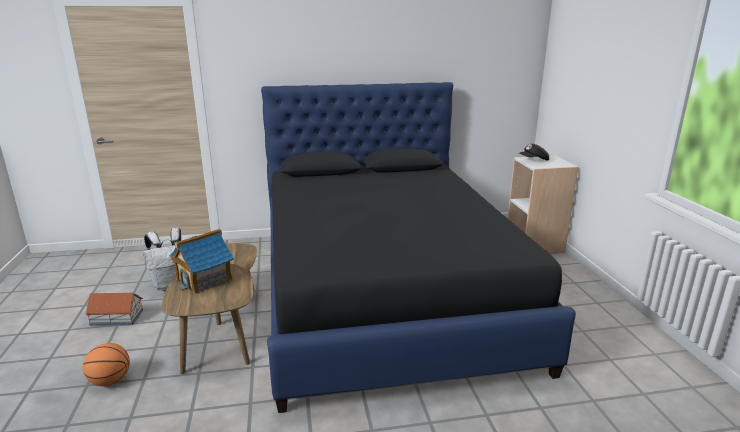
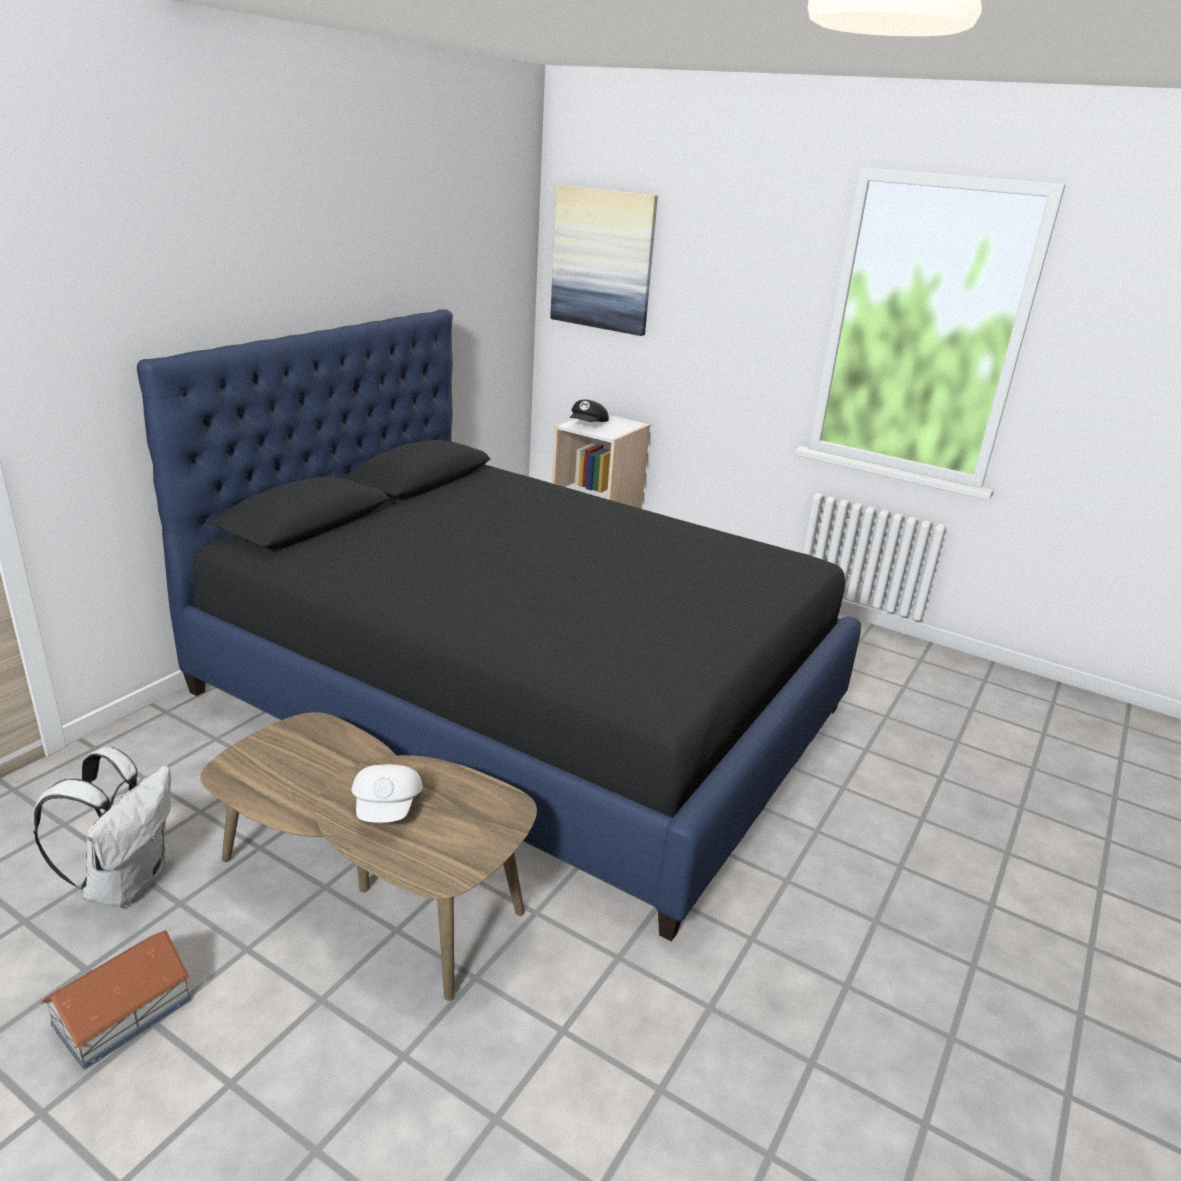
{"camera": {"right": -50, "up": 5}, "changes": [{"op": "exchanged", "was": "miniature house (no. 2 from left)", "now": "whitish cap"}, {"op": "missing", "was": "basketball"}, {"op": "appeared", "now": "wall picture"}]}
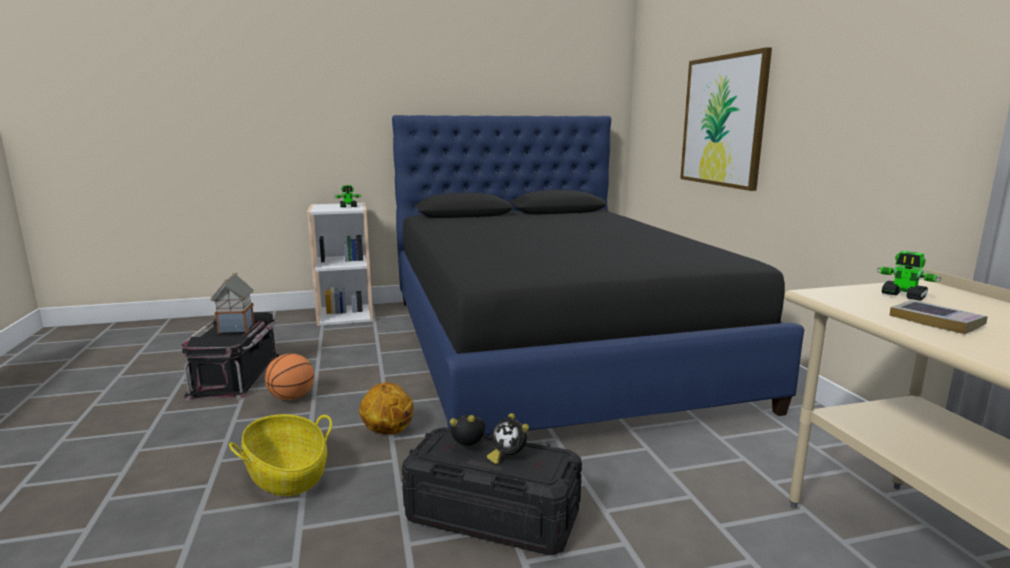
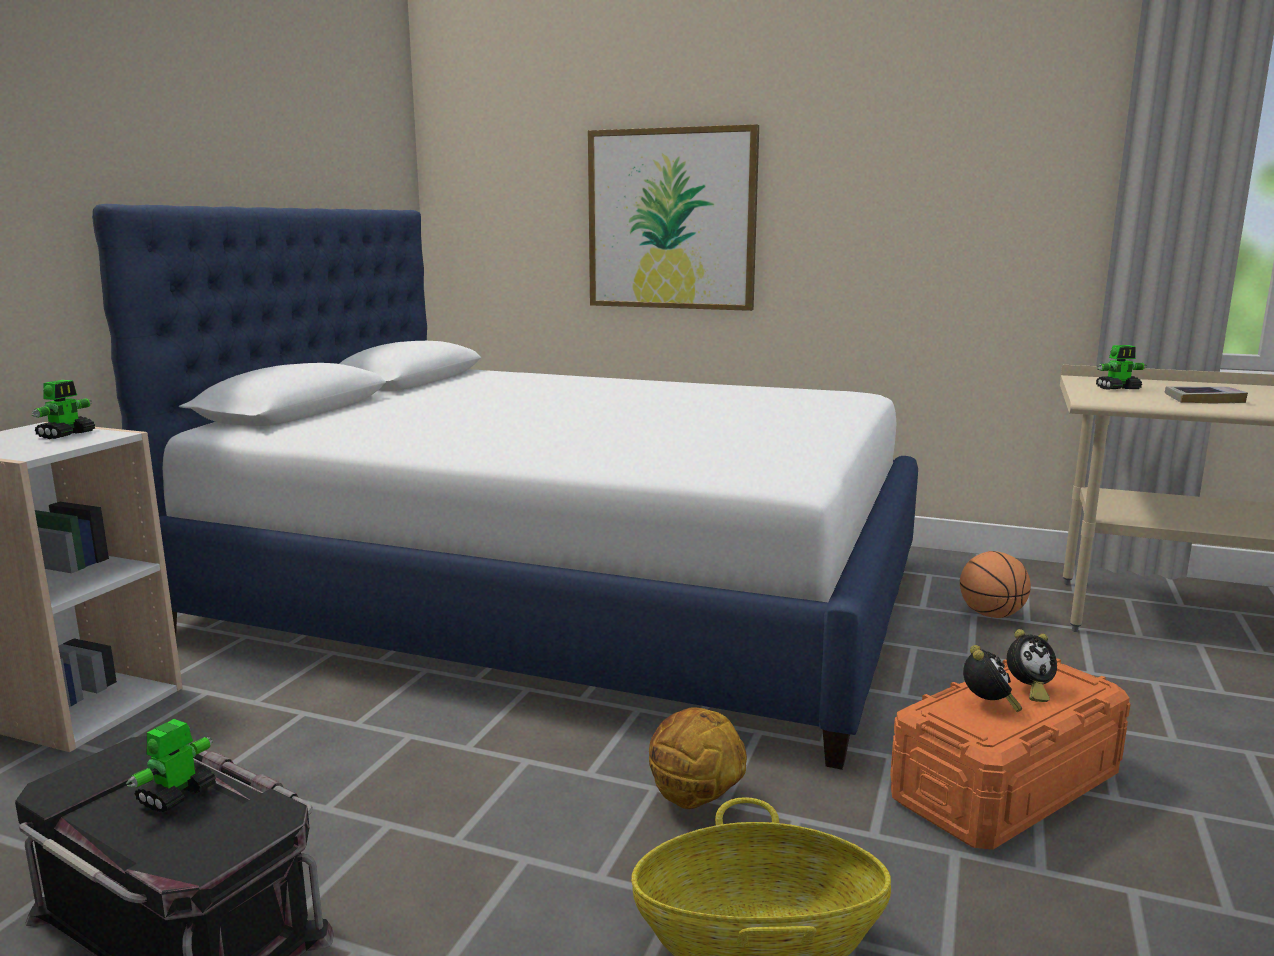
{"camera": {"right": -55, "up": 0}, "changes": [{"op": "colour", "was": "black bed", "now": "whitish bed"}, {"op": "exchanged", "was": "miniature house", "now": "model robot (no. 2 from left)"}, {"op": "relocated", "was": "basketball (no. 1 from left in the first image)", "now": "basketball (no. 2 from left)"}, {"op": "spun", "was": "table clock (no. 1 from left)", "clockwise": 150}, {"op": "colour", "was": "black storage box (no. 2 from left)", "now": "orange storage box"}]}
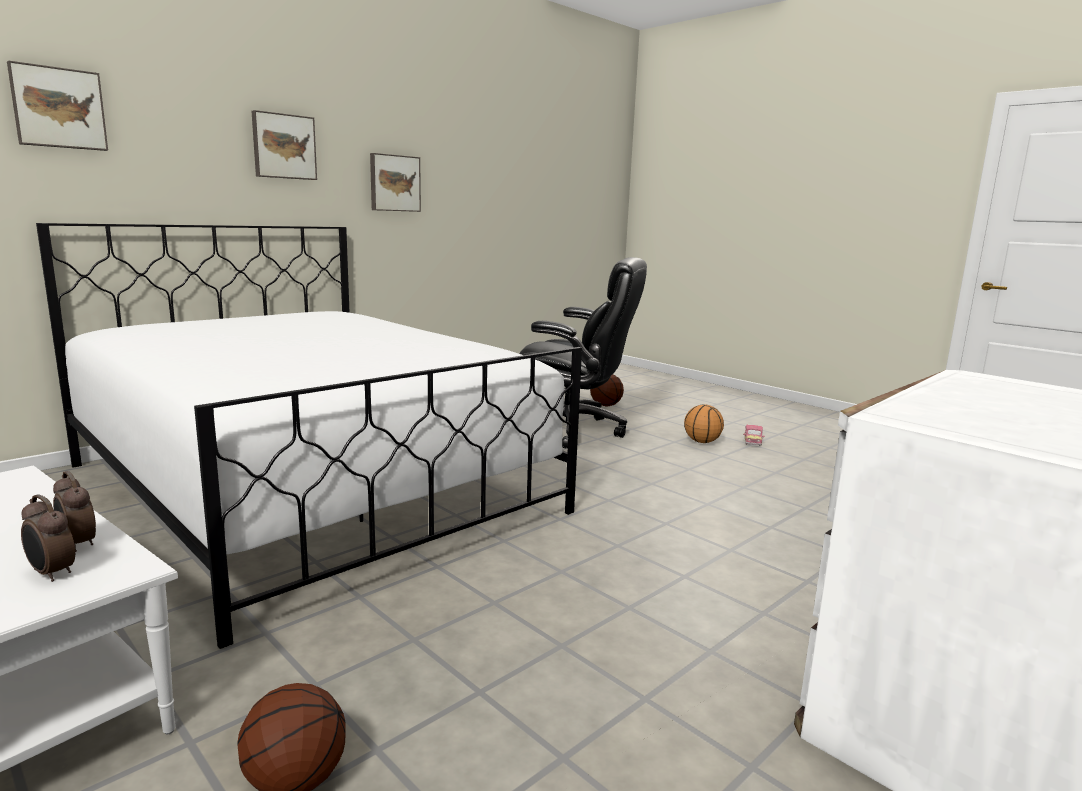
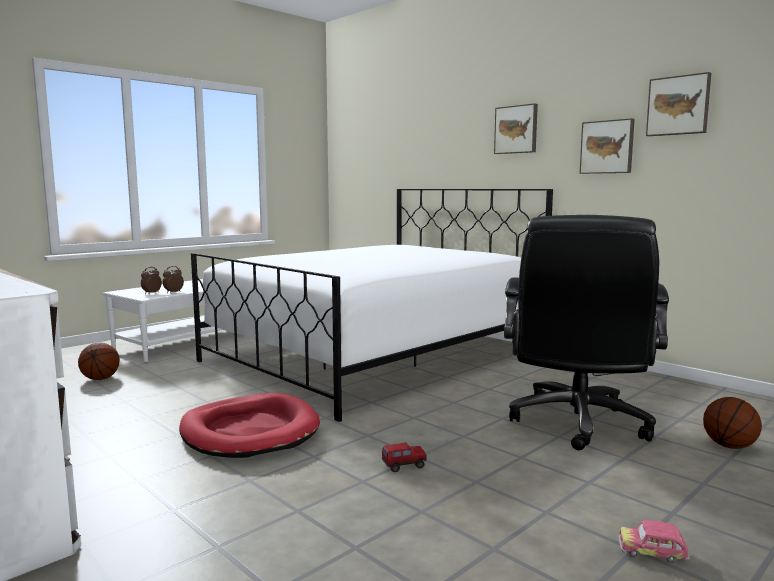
{"camera": {"right": 90, "up": -5}, "changes": [{"op": "relocated", "was": "wall picture (no. 1 from left in the first image)", "now": "wall picture (no. 3 from left)"}, {"op": "missing", "was": "basketball (no. 3 from left)"}, {"op": "appeared", "now": "red-coloured dog cushion"}, {"op": "appeared", "now": "model truck"}]}
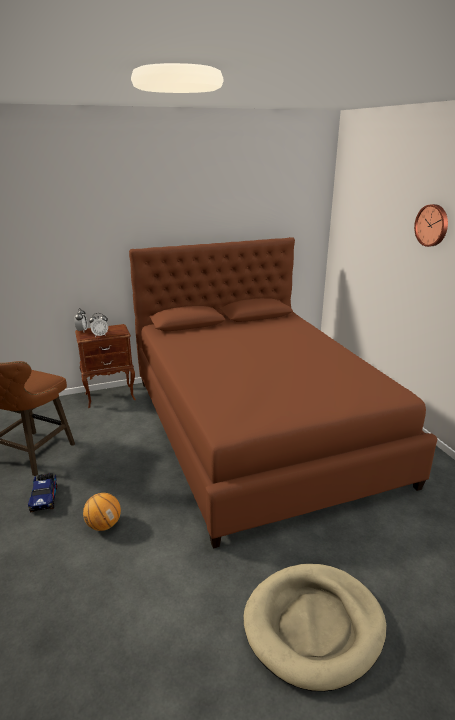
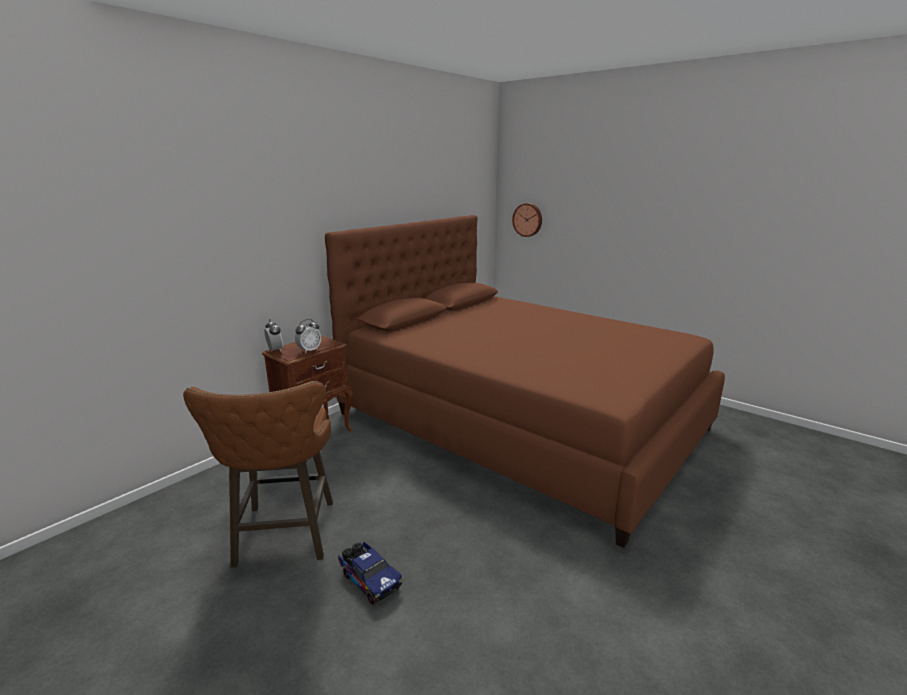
{"camera": {"right": -30, "up": -5}, "changes": [{"op": "relocated", "was": "wall clock"}, {"op": "missing", "was": "basketball"}, {"op": "missing", "was": "beige dog cushion"}]}
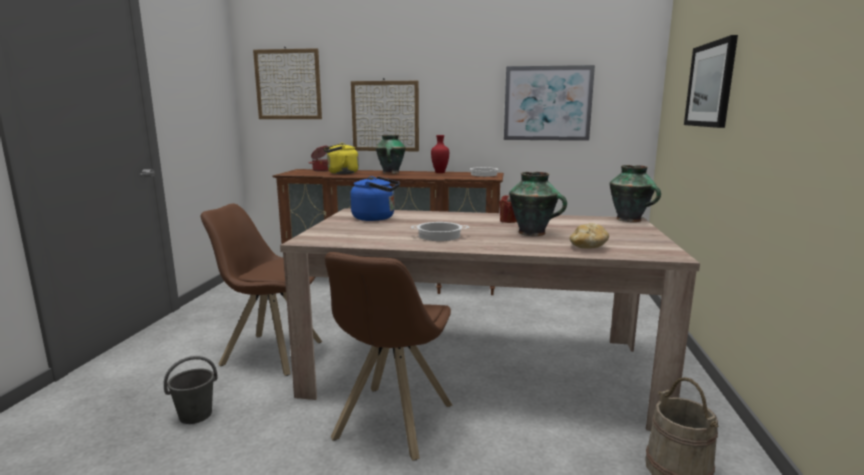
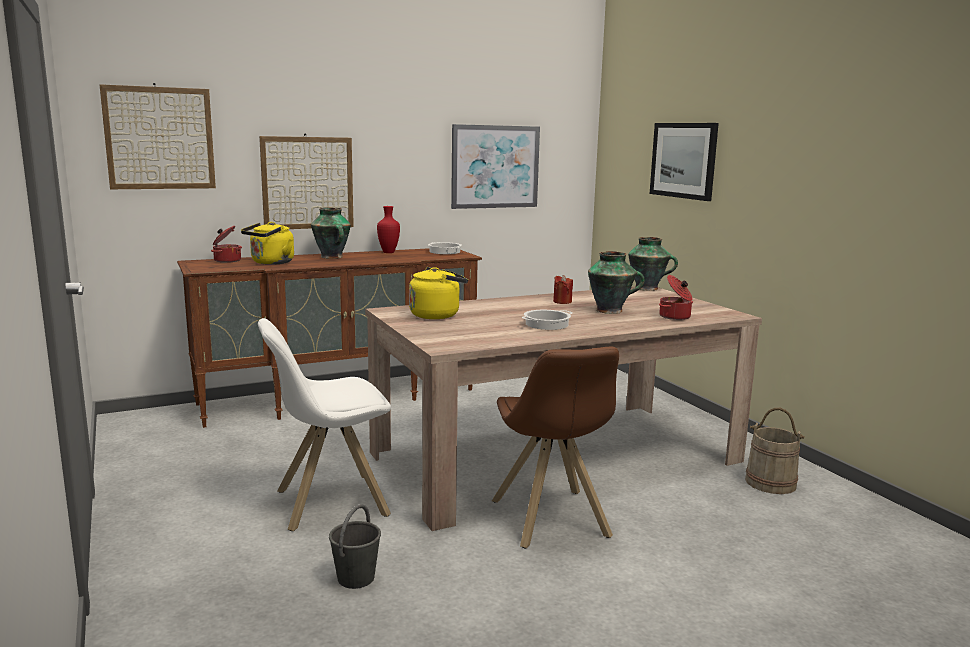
{"camera": {"right": -35, "up": 0}, "changes": [{"op": "colour", "was": "blue kettle", "now": "yellowish kettle (no. 2 from left)"}, {"op": "colour", "was": "brown-coloured plain chair (no. 1 from left)", "now": "whitish plain chair"}, {"op": "exchanged", "was": "bread", "now": "cooking pot (no. 4 from left)"}]}
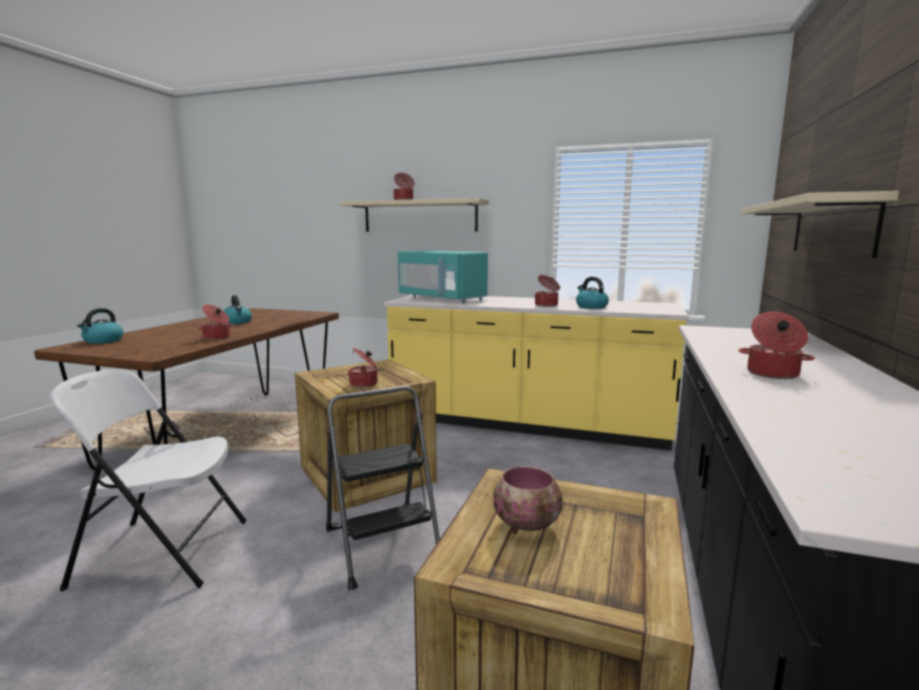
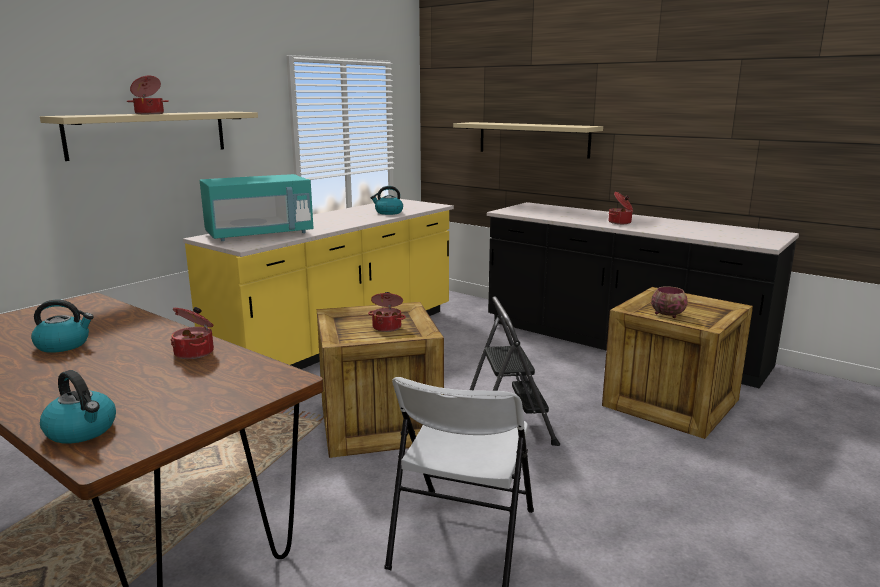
{"camera": {"right": -70, "up": 5}, "changes": [{"op": "missing", "was": "cooking pot (no. 4 from left)"}]}
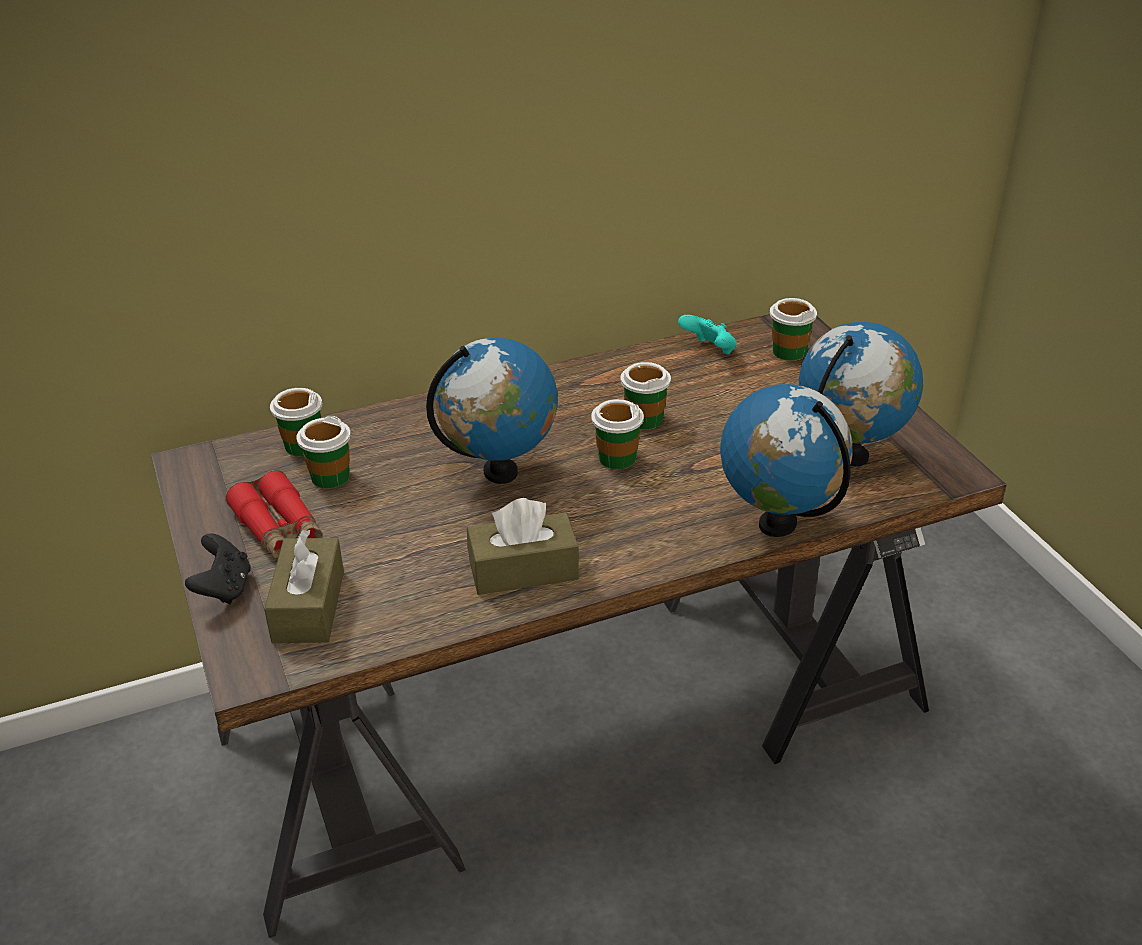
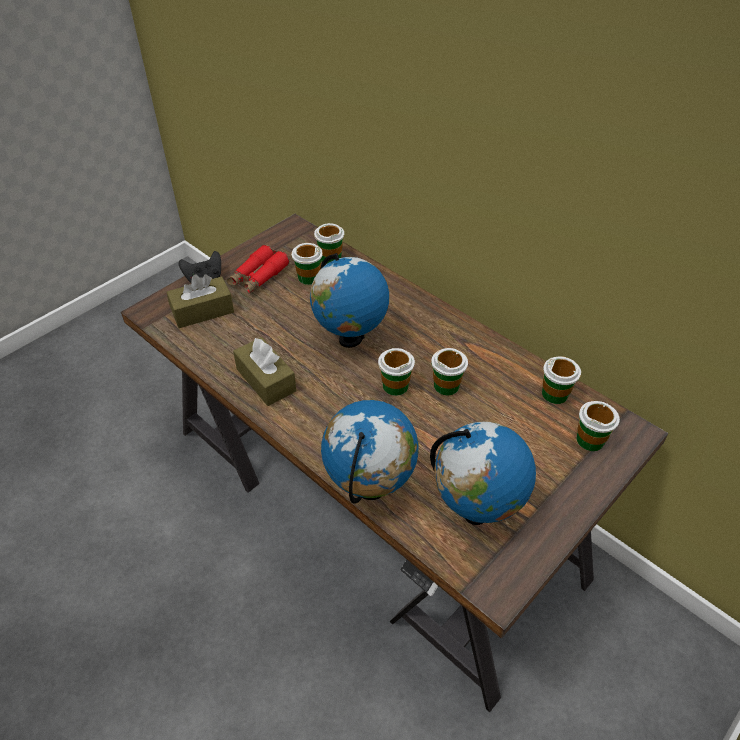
{"camera": {"right": 65, "up": 10}, "changes": [{"op": "exchanged", "was": "blue-green game controller", "now": "cup (no. 5 from left)"}]}
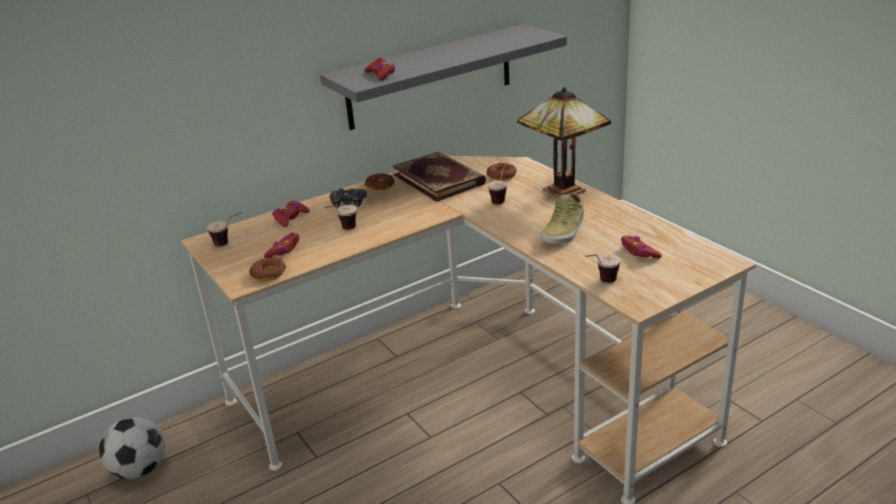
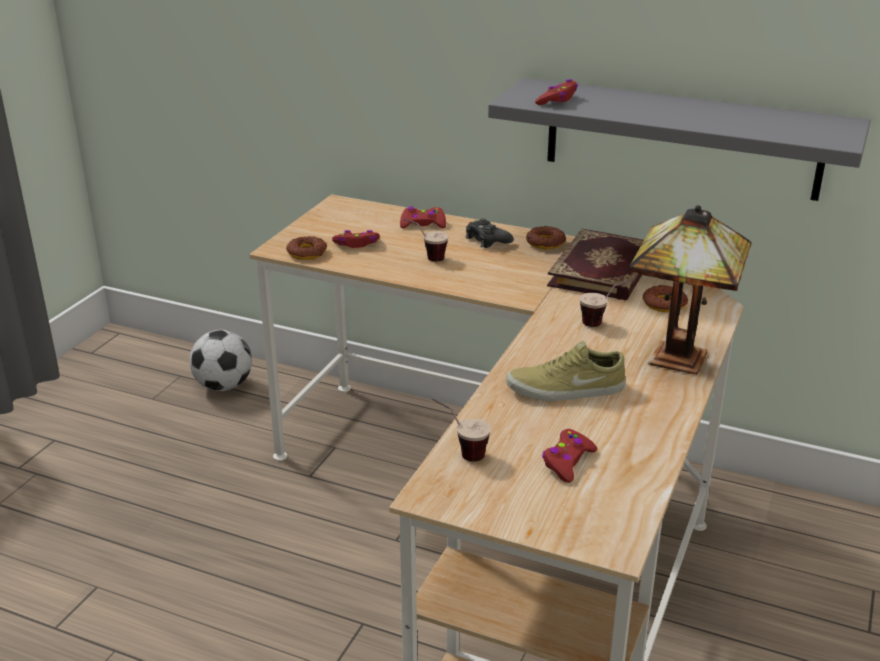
{"camera": {"right": 55, "up": 0}, "changes": [{"op": "missing", "was": "cup (no. 1 from left)"}]}
